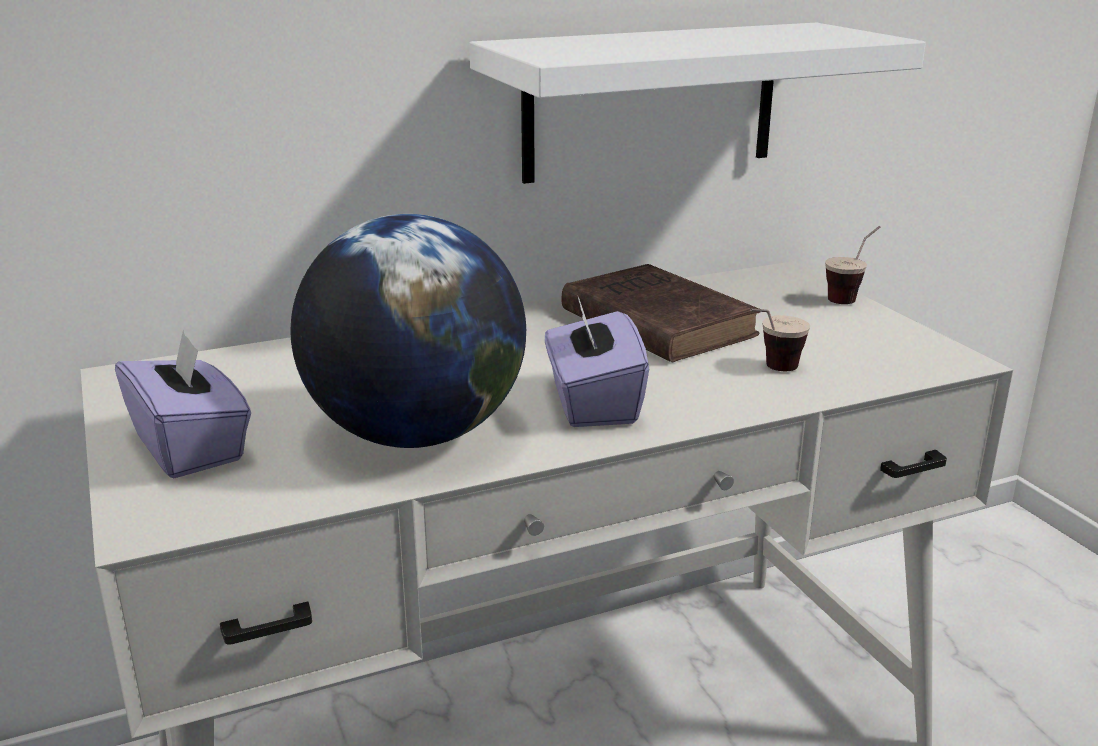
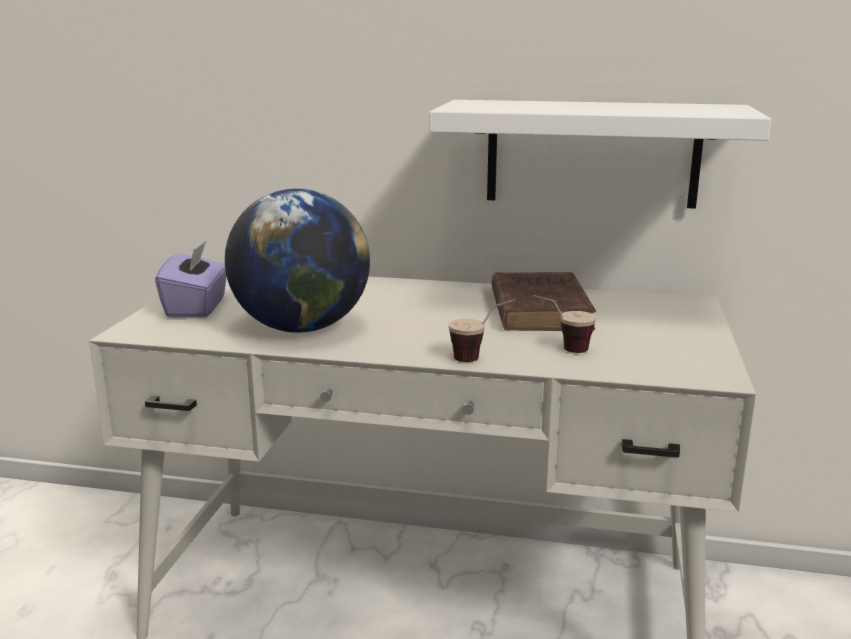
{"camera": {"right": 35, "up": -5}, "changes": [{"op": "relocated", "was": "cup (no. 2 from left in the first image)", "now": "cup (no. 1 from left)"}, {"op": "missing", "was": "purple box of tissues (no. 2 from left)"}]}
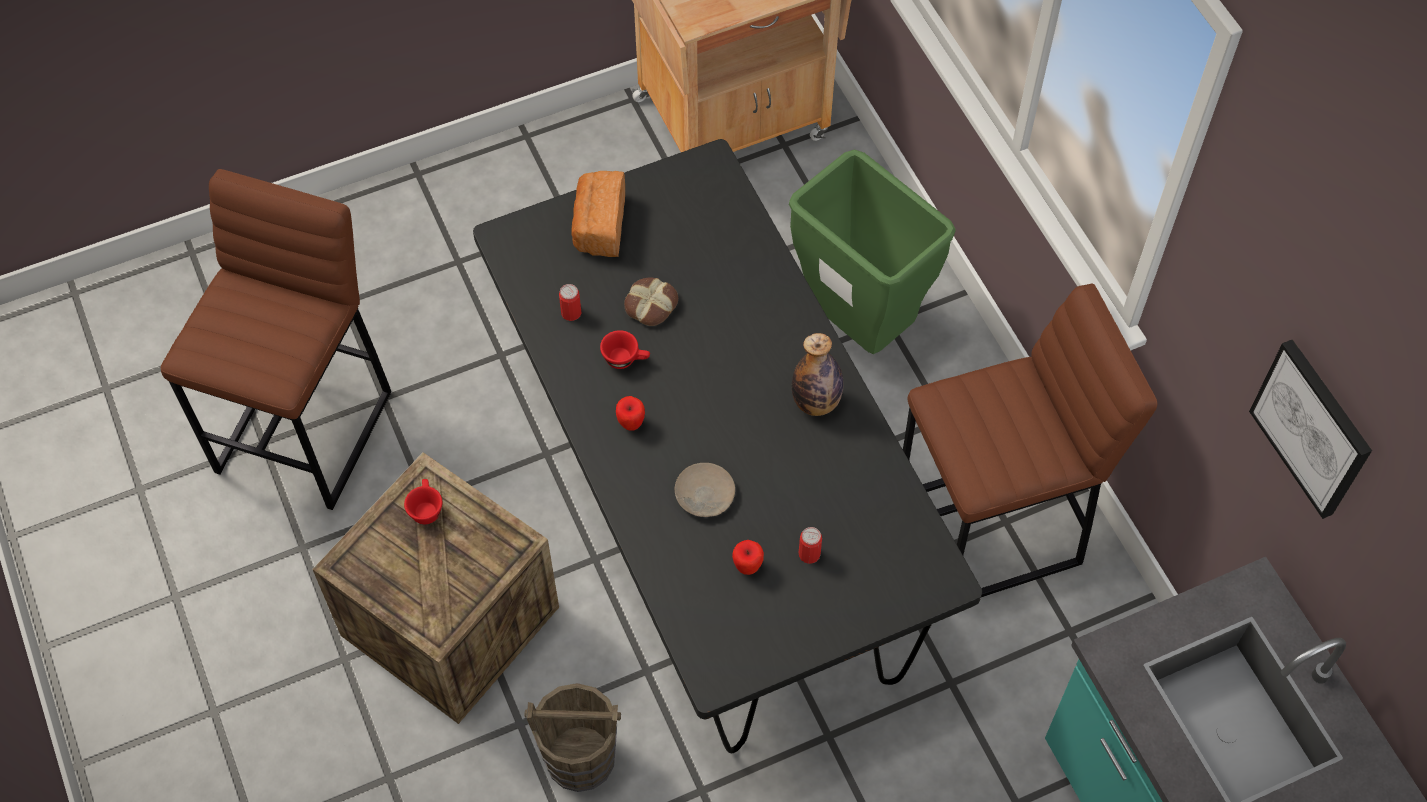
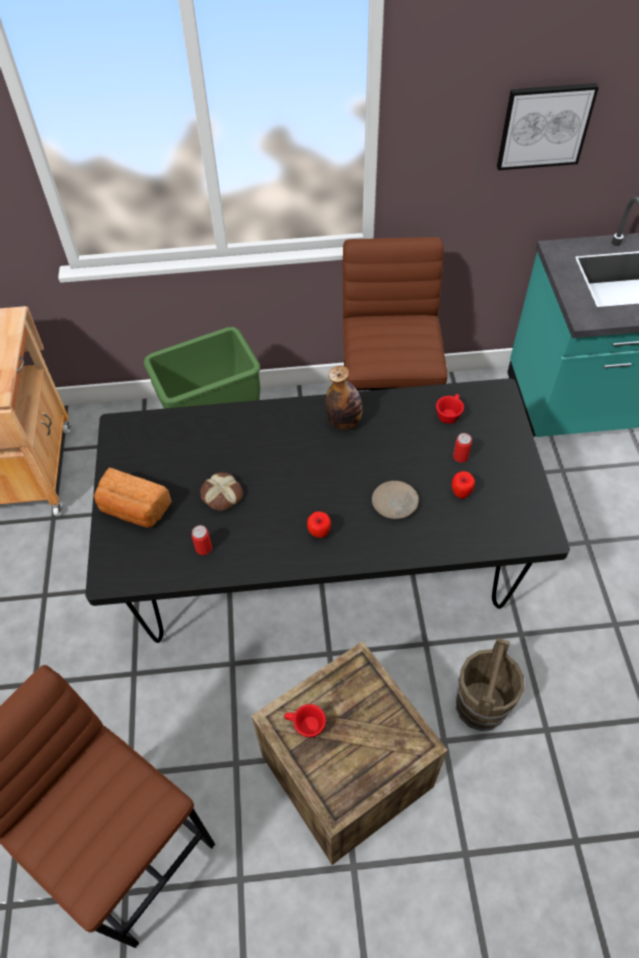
{"camera": {"right": -70, "up": -5}, "changes": [{"op": "relocated", "was": "red-coloured cup (no. 2 from left)"}]}
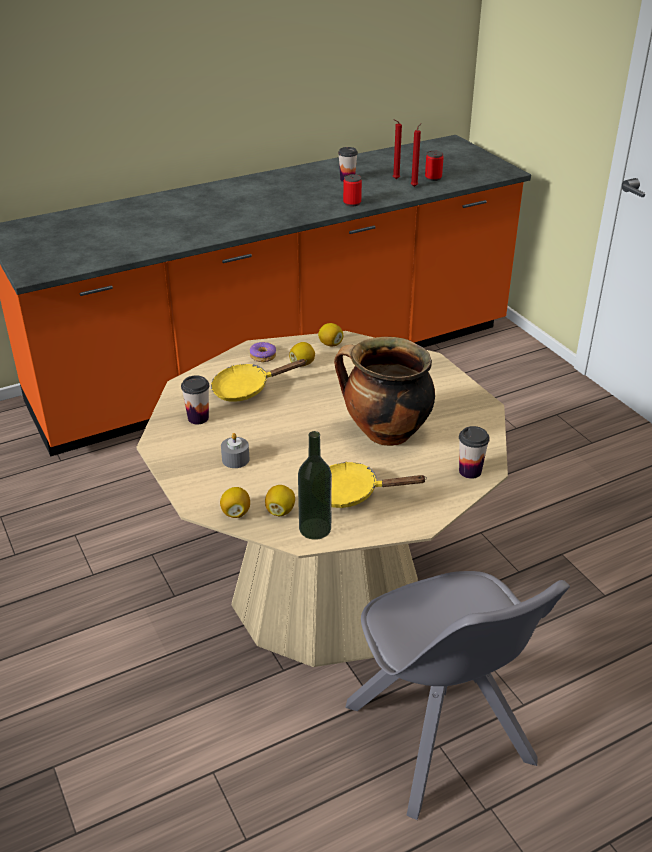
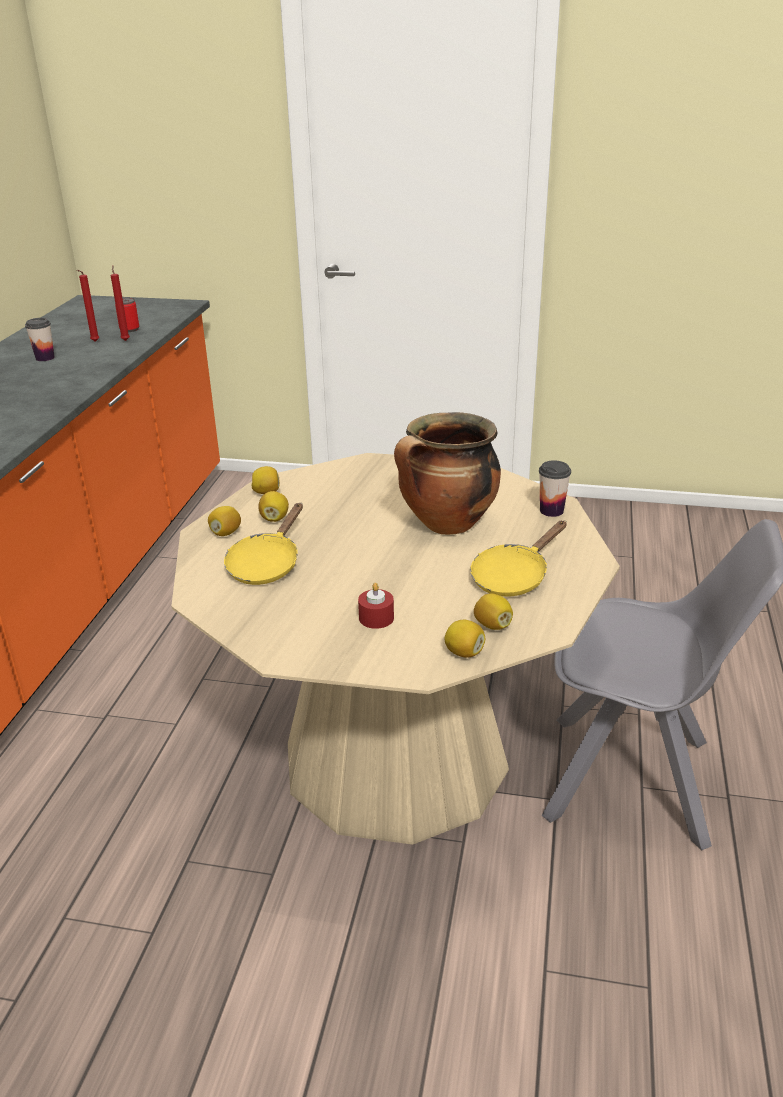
{"camera": {"right": -50, "up": -5}, "changes": [{"op": "missing", "was": "sealed can (no. 1 from left)"}, {"op": "exchanged", "was": "donut", "now": "citrus fruit (no. 1 from left)"}, {"op": "missing", "was": "cup (no. 1 from left)"}, {"op": "missing", "was": "bottle"}, {"op": "colour", "was": "greyish wax light", "now": "red-coloured wax light (no. 3 from left)"}]}
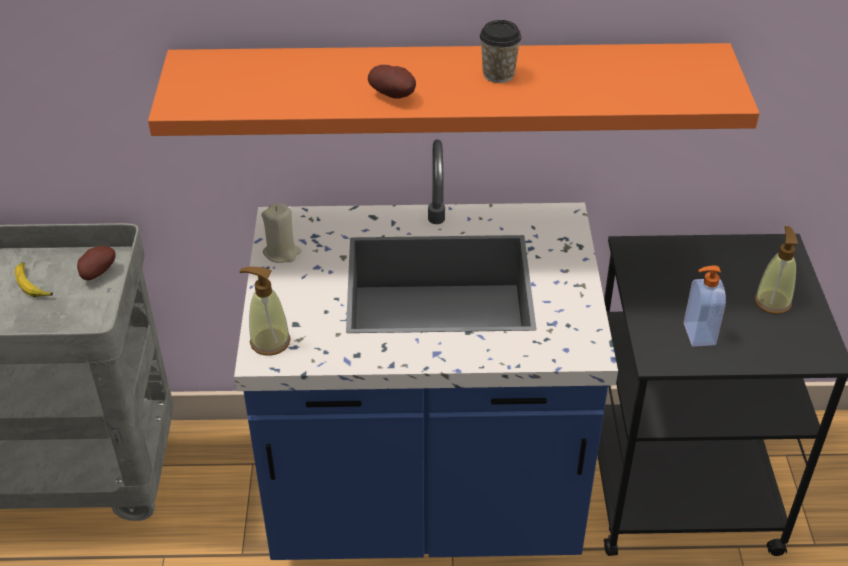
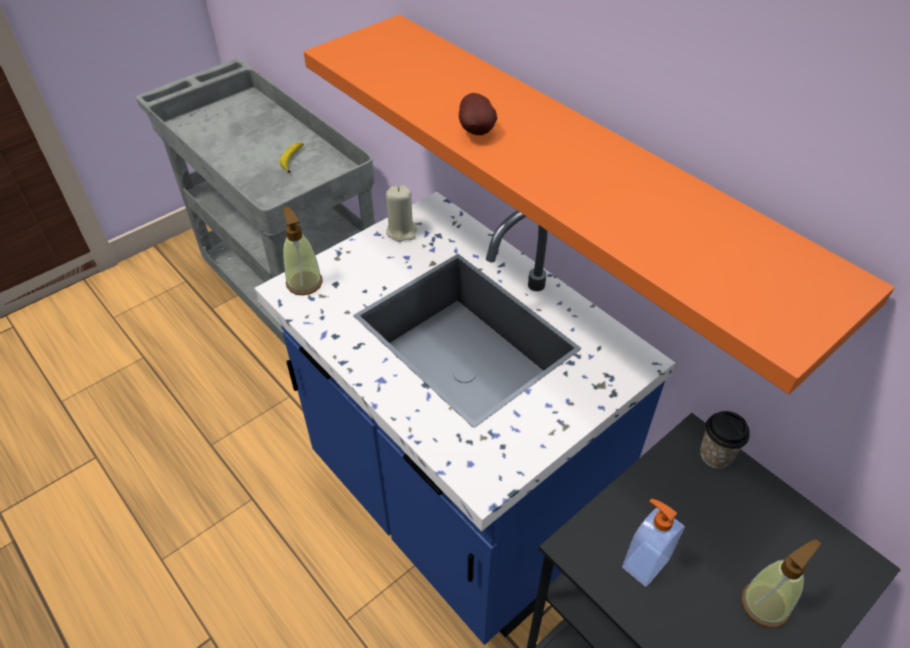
{"camera": {"right": 50, "up": 5}, "changes": [{"op": "relocated", "was": "cup"}, {"op": "missing", "was": "spud (no. 1 from left)"}]}
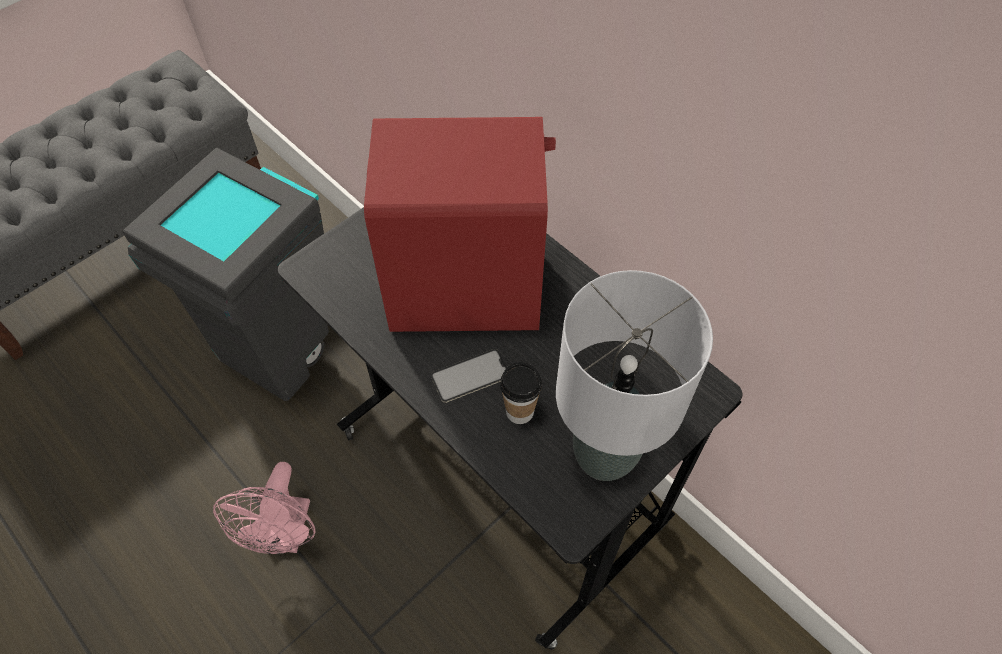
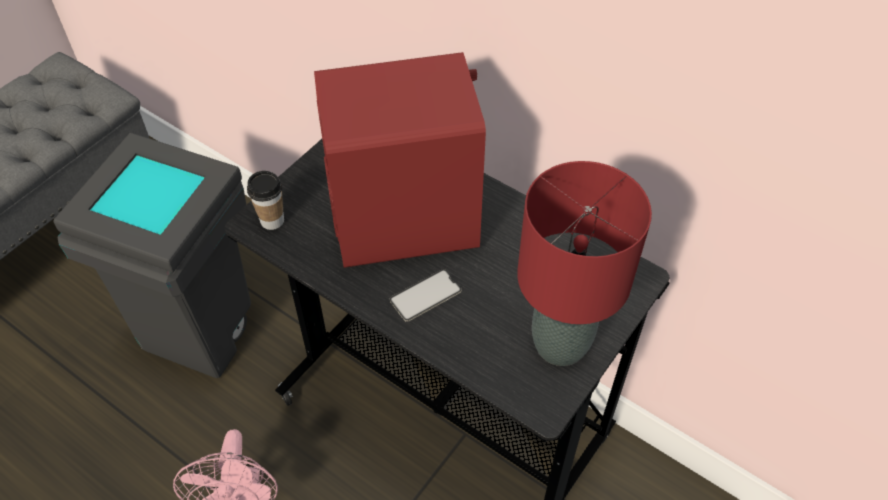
{"camera": {"right": -10, "up": -5}, "changes": [{"op": "colour", "was": "greyish lamp for a table", "now": "red-coloured lamp for a table"}, {"op": "relocated", "was": "cup"}]}
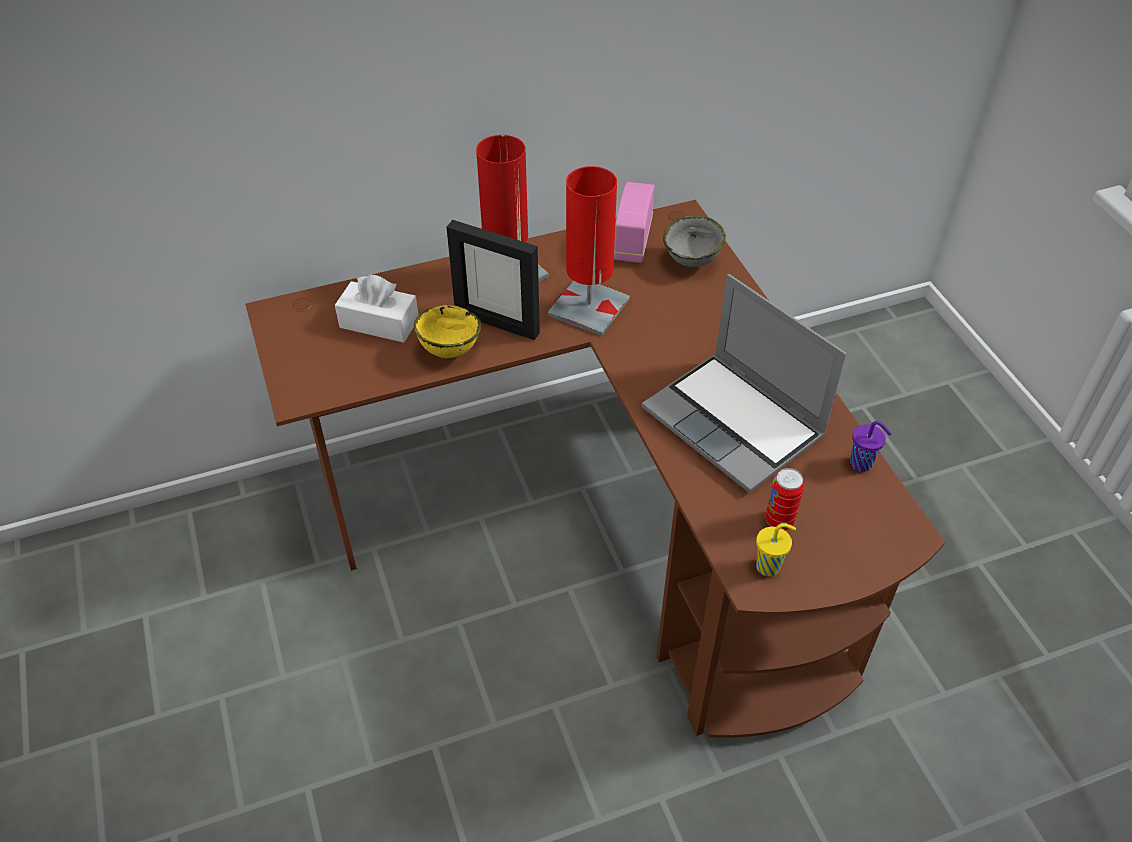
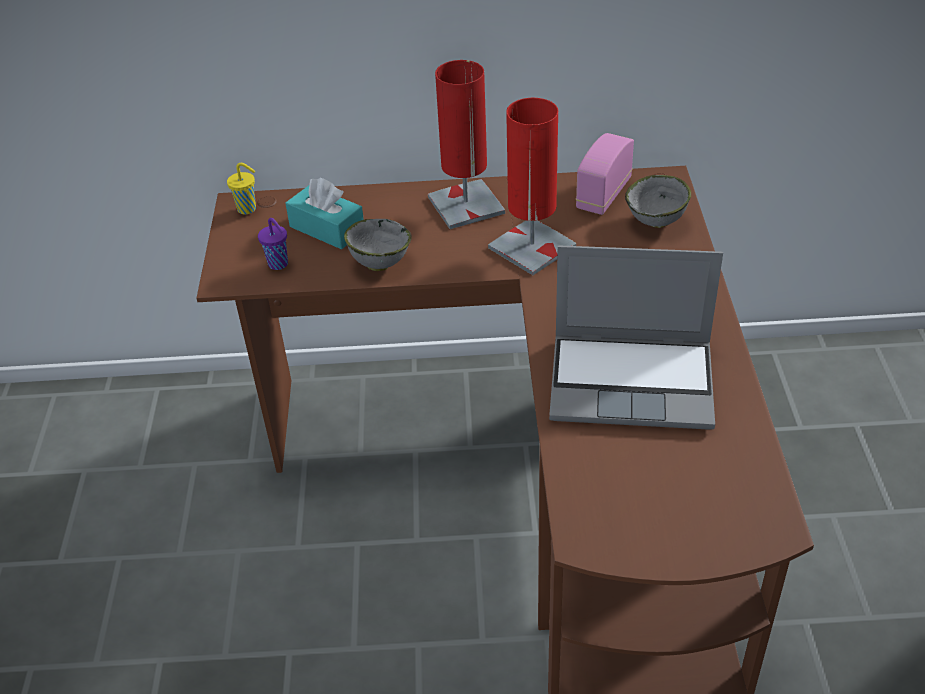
{"camera": {"right": 20, "up": -5}, "changes": [{"op": "missing", "was": "standing frame"}, {"op": "spun", "was": "laptop", "clockwise": -60}, {"op": "colour", "was": "whitish box of tissues", "now": "blue-green box of tissues"}, {"op": "colour", "was": "yellowish deep dish", "now": "greyish deep dish (no. 1 from left)"}, {"op": "relocated", "was": "purple cup"}, {"op": "missing", "was": "sealed can"}, {"op": "relocated", "was": "yellowish cup"}]}
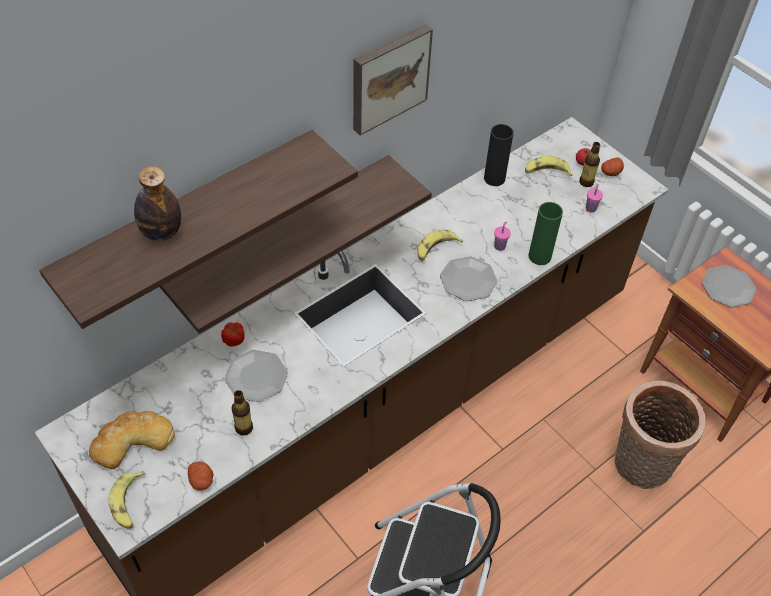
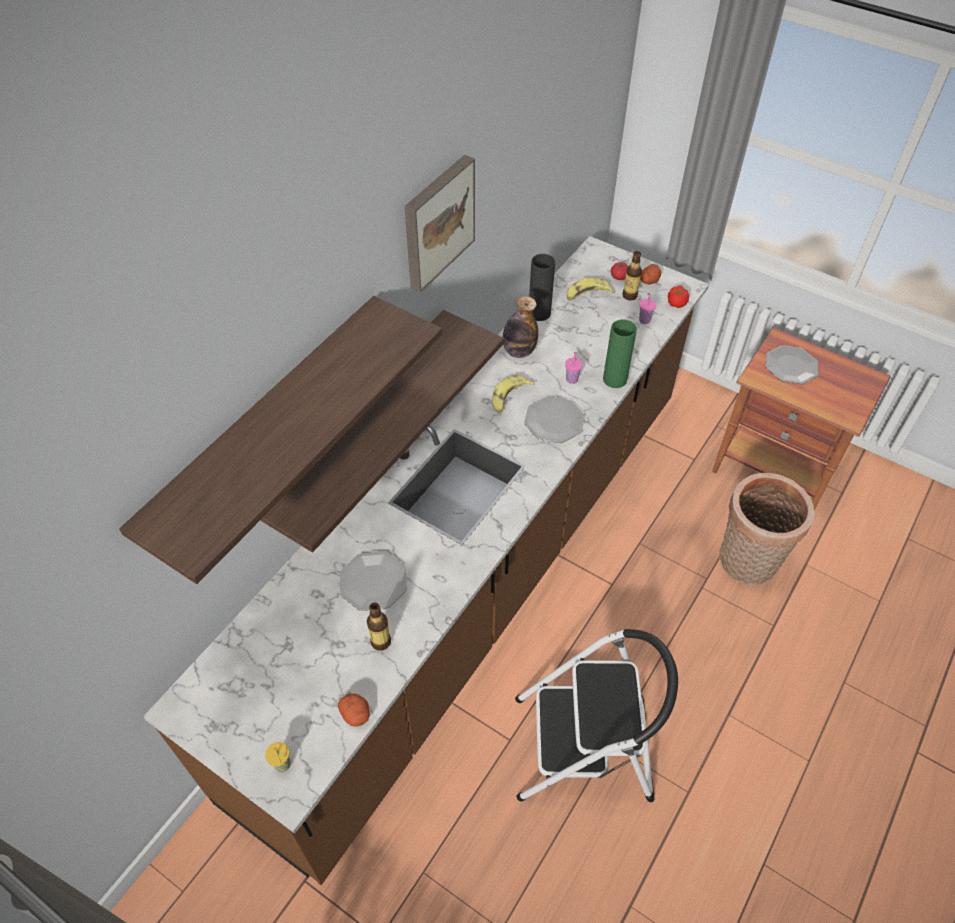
{"camera": {"right": -15, "up": 0}, "changes": [{"op": "relocated", "was": "bottle (no. 1 from left in the first image)", "now": "bottle (no. 2 from left)"}, {"op": "relocated", "was": "tomato (no. 1 from left in the first image)", "now": "tomato (no. 2 from left)"}, {"op": "missing", "was": "bread"}, {"op": "exchanged", "was": "banana (no. 1 from left)", "now": "yellowish cup"}]}
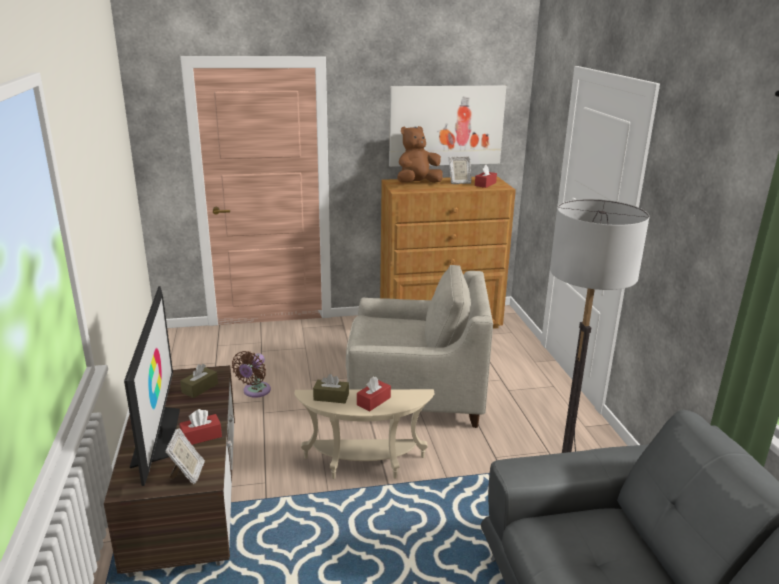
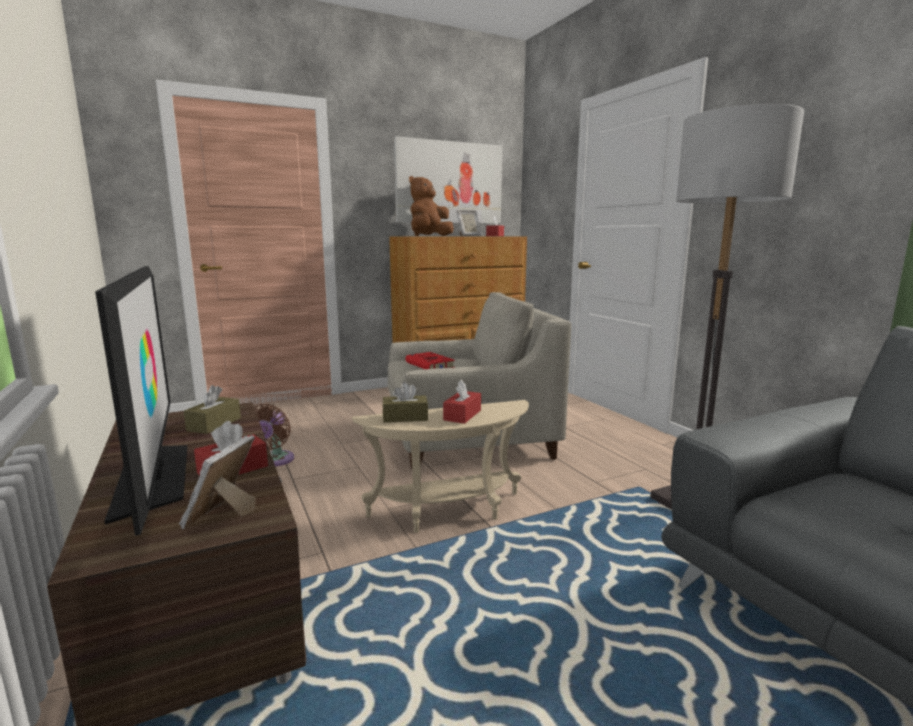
{"camera": {"right": -15, "up": -10}, "changes": [{"op": "spun", "was": "standing frame (no. 1 from left)", "clockwise": -150}, {"op": "appeared", "now": "red-coloured volume"}]}
